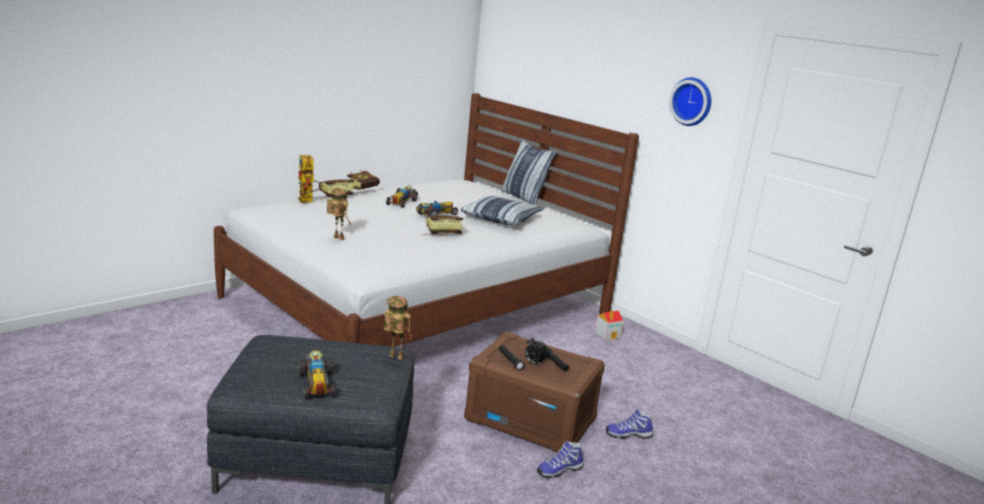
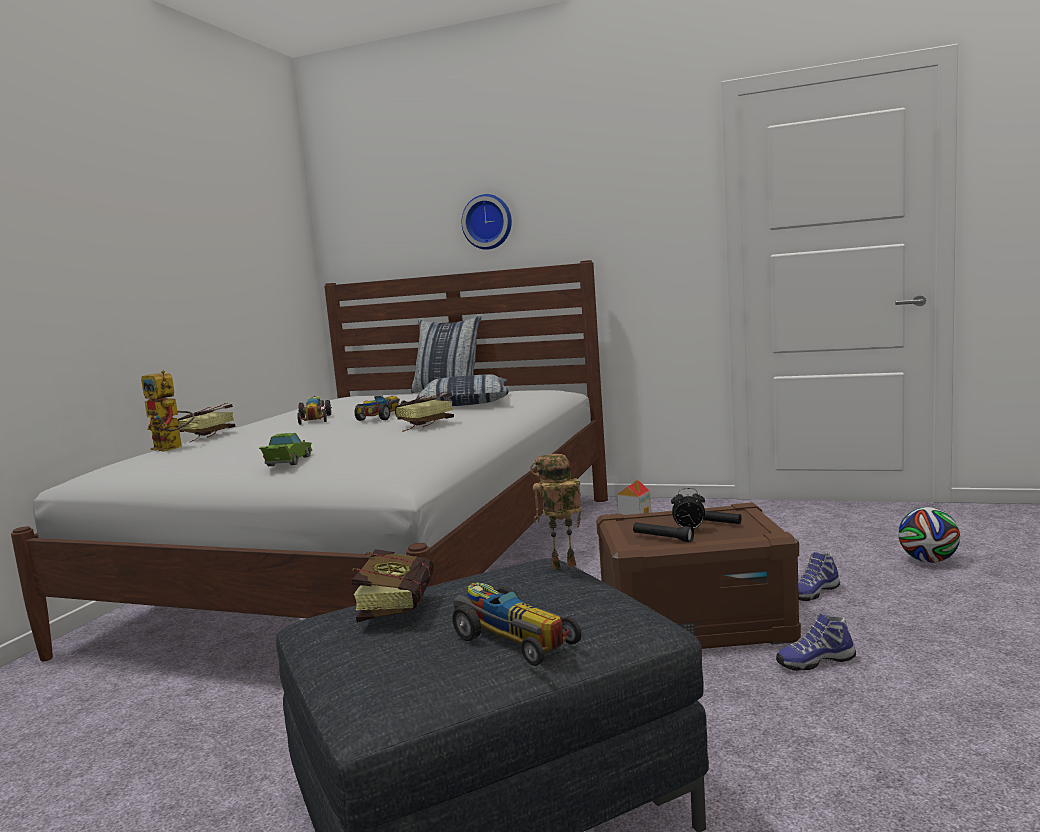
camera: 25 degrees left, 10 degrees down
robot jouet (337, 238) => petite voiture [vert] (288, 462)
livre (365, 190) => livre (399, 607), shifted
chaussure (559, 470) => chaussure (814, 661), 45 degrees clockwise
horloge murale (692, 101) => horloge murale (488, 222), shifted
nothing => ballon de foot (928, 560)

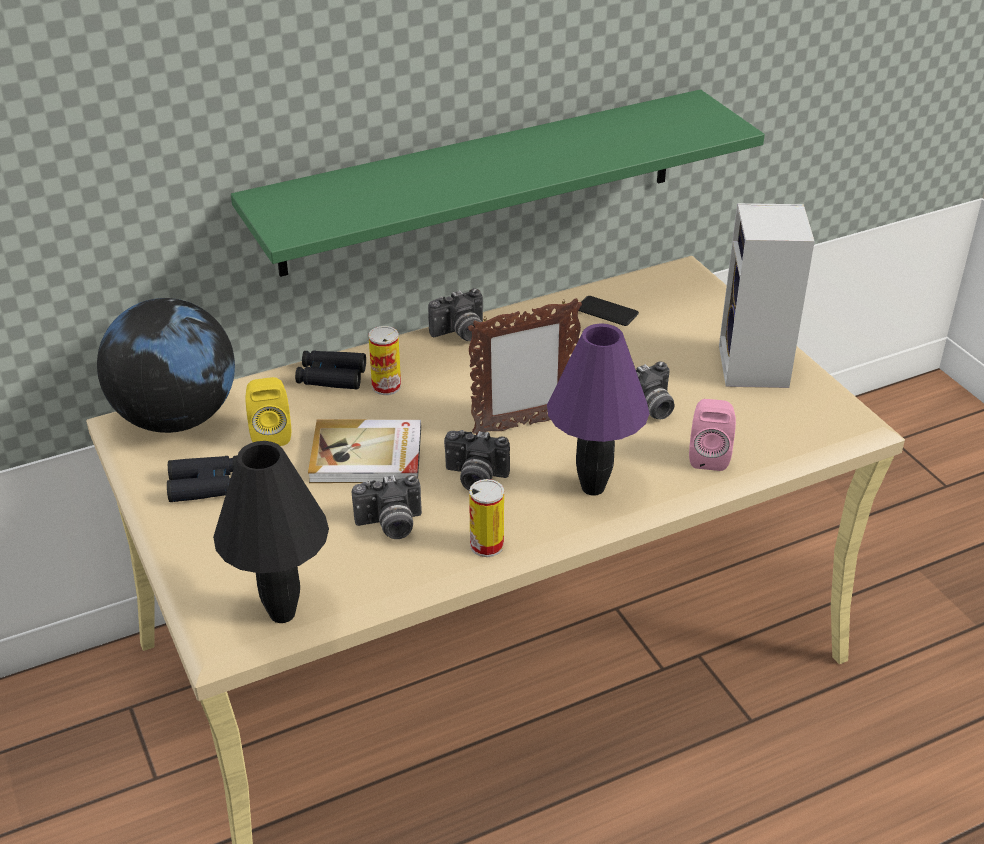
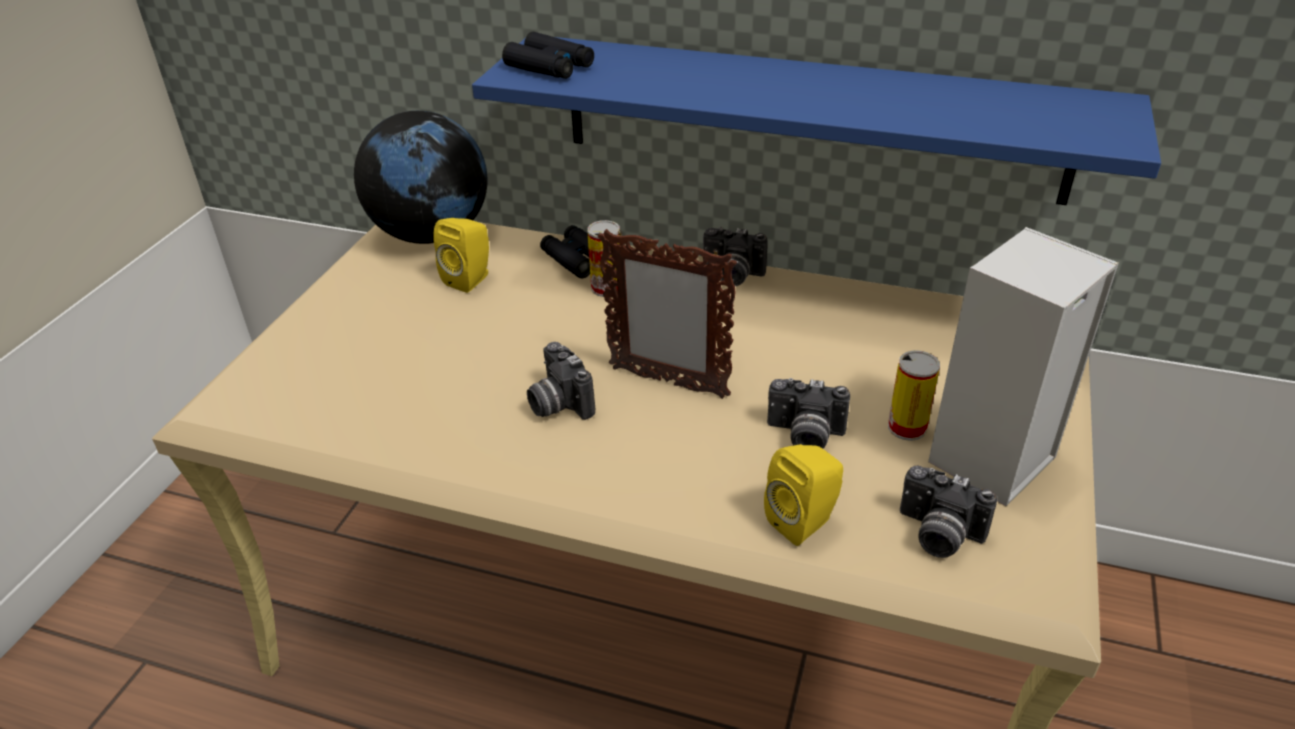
camera: 45 degrees right, 0 degrees up
jumelles [noir] (205, 486) => jumelles [noir] (550, 67), shifted
lampe de table [noir] (283, 614) => nothing
étagère [vert] (481, 182) => étagère [bleu] (809, 118)
livre (367, 456) => nothing
appareil photo (390, 526) => appareil photo (937, 535), shifted
boîte métallique (486, 545) => boîte métallique (907, 427), shifted
lampe de table [violet] (593, 487) => nothing
téléphone (607, 312) => nothing
enceinte [rose] (708, 456) => enceinte [jaune] (804, 521)

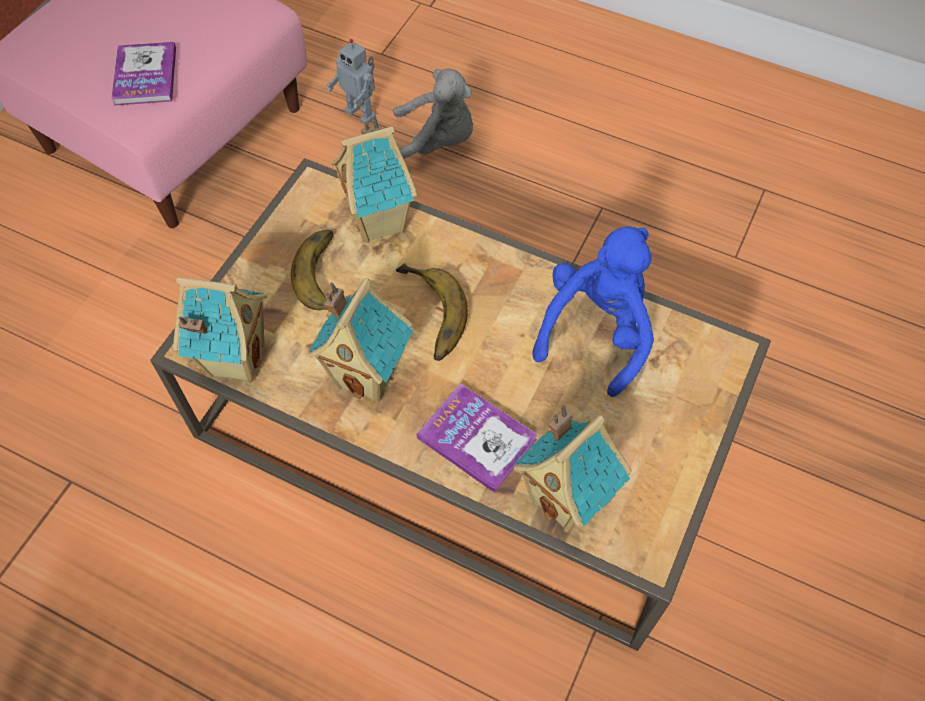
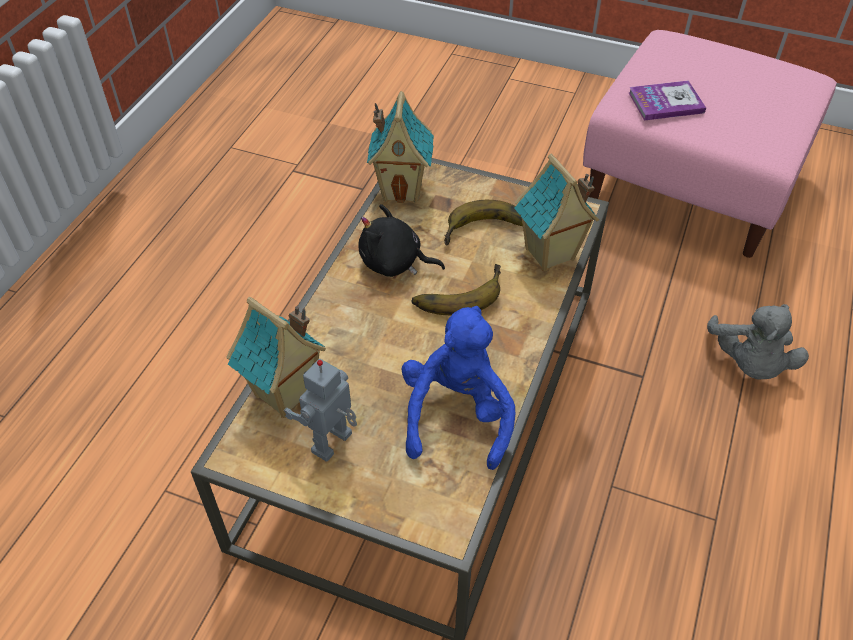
camera: 85 degrees right, 10 degrees down
maison miniature (369, 376) => peluche [noir] (394, 263)
robot jouet (361, 113) => robot jouet (333, 444), shifted
livre (477, 438) => nothing
peluche [bleu] (596, 332) => peluche [bleu] (457, 415), 105 degrees counterclockwise

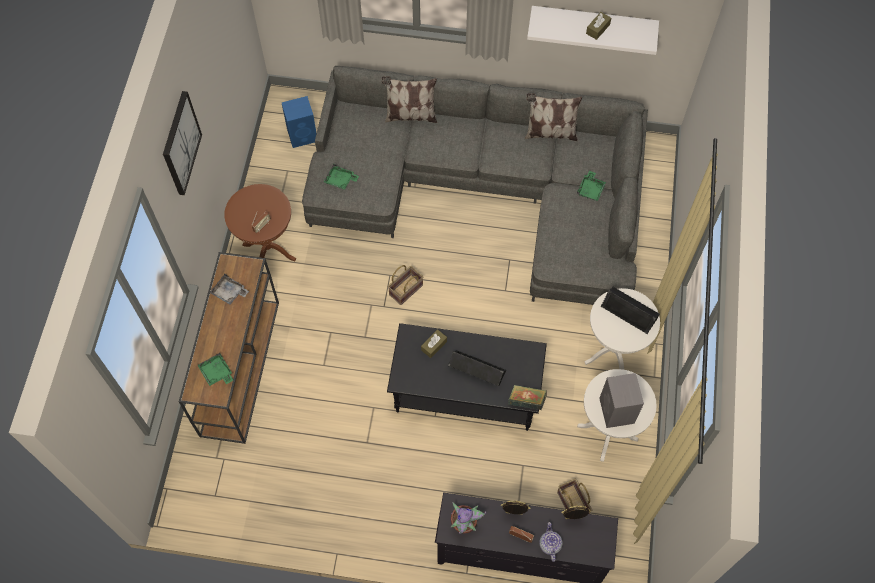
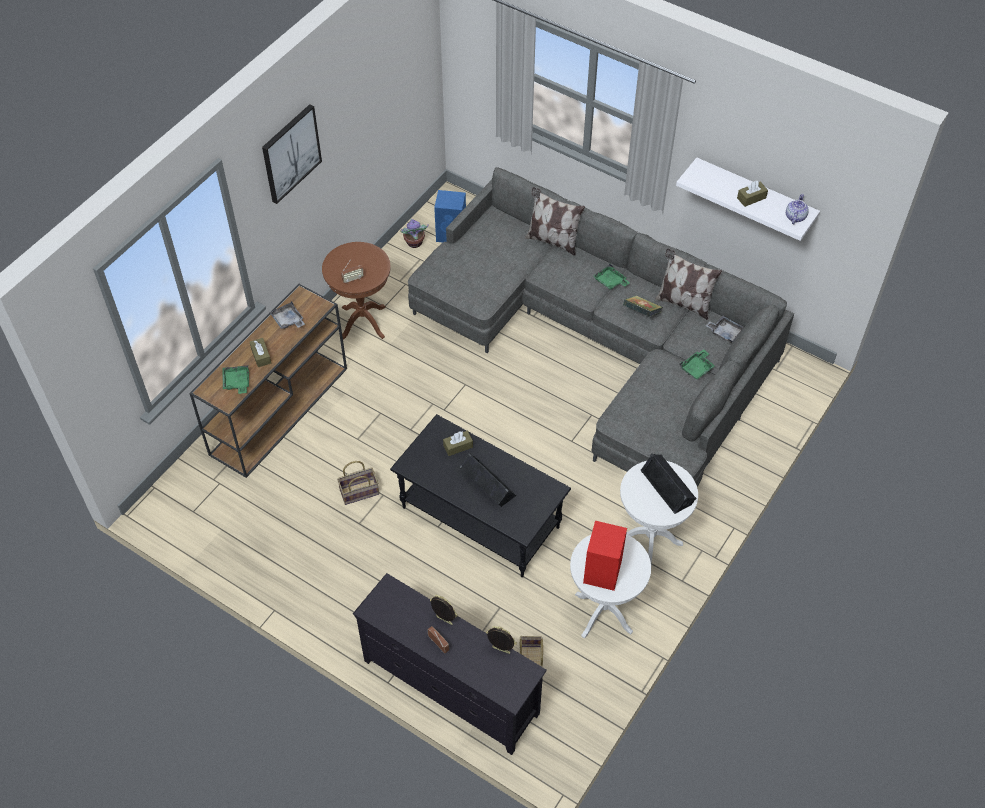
camera: 25 degrees right, 10 degrees down
plateau [vert] (340, 180) => plateau [vert] (610, 281), shifted
panier (406, 289) => panier (360, 491), shifted
plante en pot (464, 524) => plante en pot (414, 243), shifted
livre (526, 401) => livre (641, 313), shifted
théière (549, 544) => théière (795, 217), shifted
enceinte [gris] (617, 411) => enceinte [rouge] (602, 572)
nothing => boîte à mouchoirs [marron] (261, 356)
nothing => plateau [gris] (725, 332)

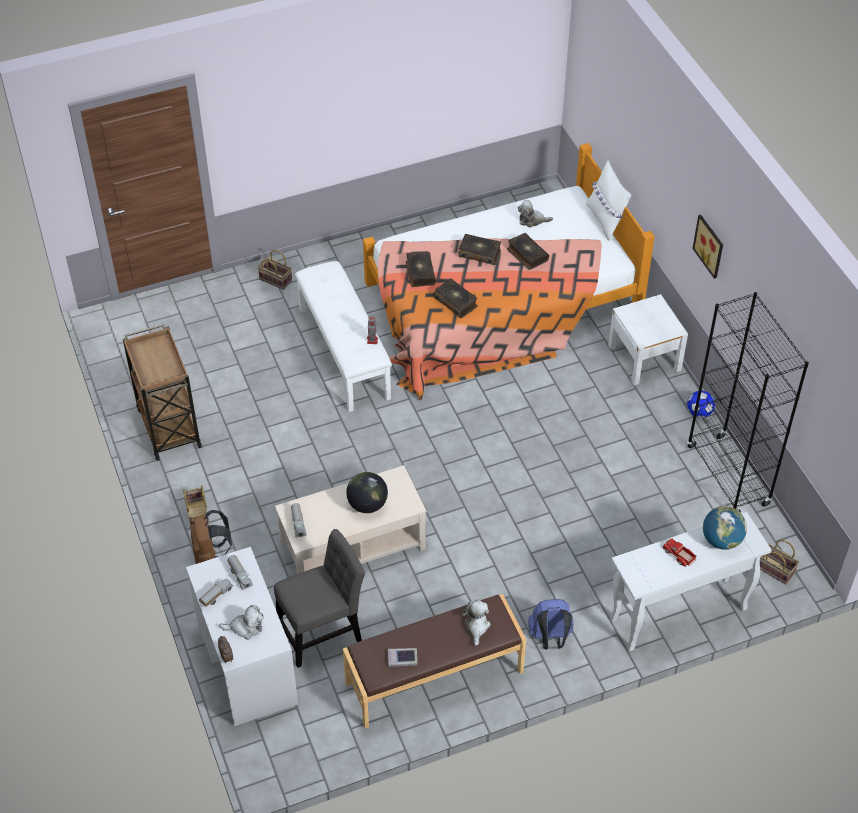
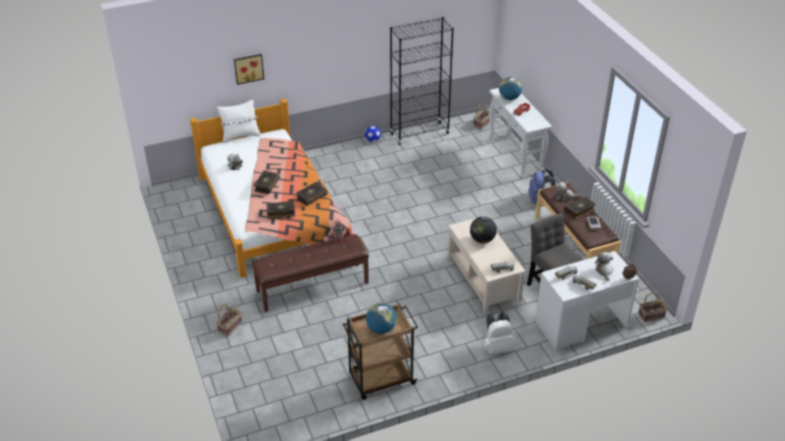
camera: 90 degrees left, 10 degrees down
panier (198, 515) => panier (651, 315), shifted
sac à dos [marron] (210, 554) => sac à dos [blanc] (497, 347)
banc [blanc] (345, 353) => banc [marron] (312, 286)
livre (527, 255) => livre (579, 211), shifted
table de chevet [blanc] (644, 358) => nothing
tableau (710, 245) => tableau (248, 68), shifted
nothing => globe (381, 329)

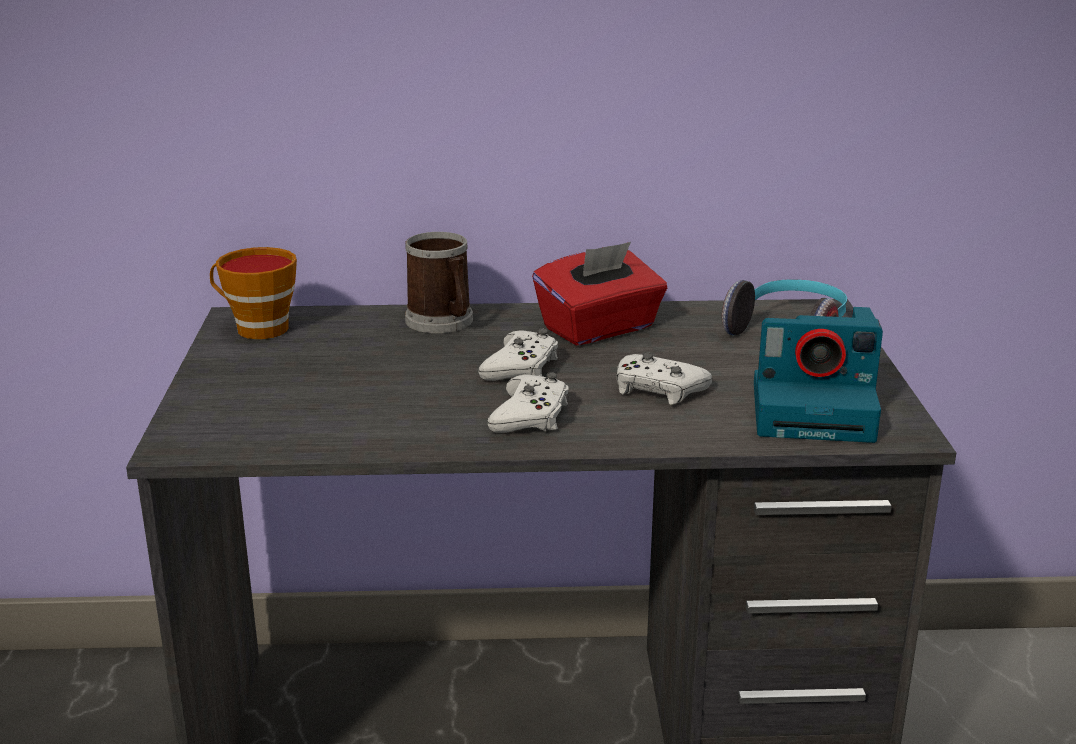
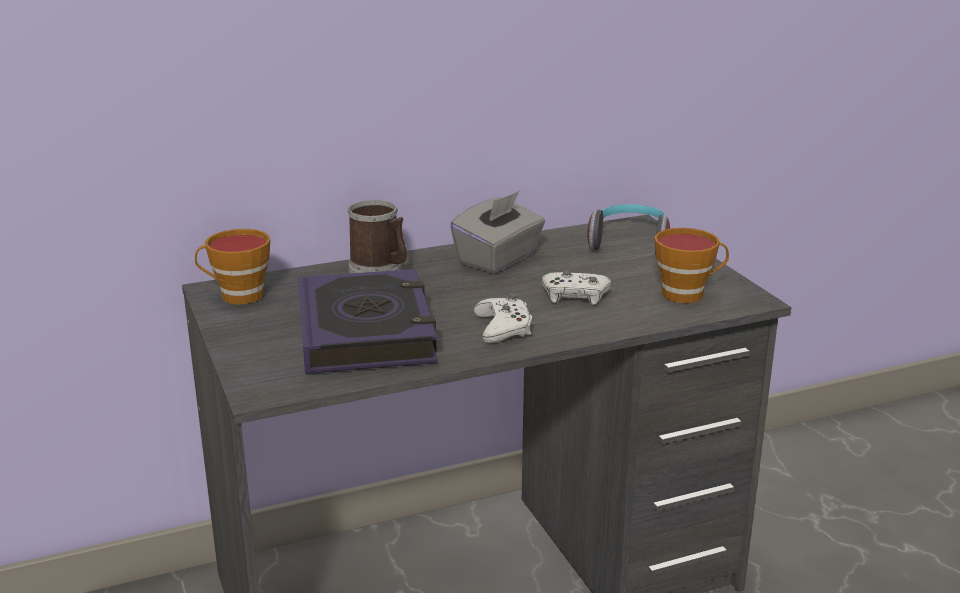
camera: 20 degrees left, 0 degrees up
manette [blanc] (521, 368) => nothing
boîte à mouchoirs [rouge] (599, 329) => boîte à mouchoirs [gris] (498, 259)
appareil photo (815, 410) => tasse (687, 294)
nothing => livre (366, 332)

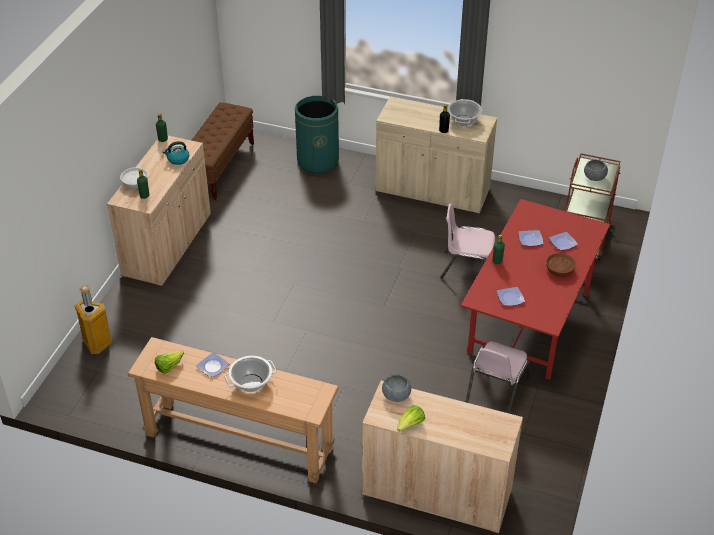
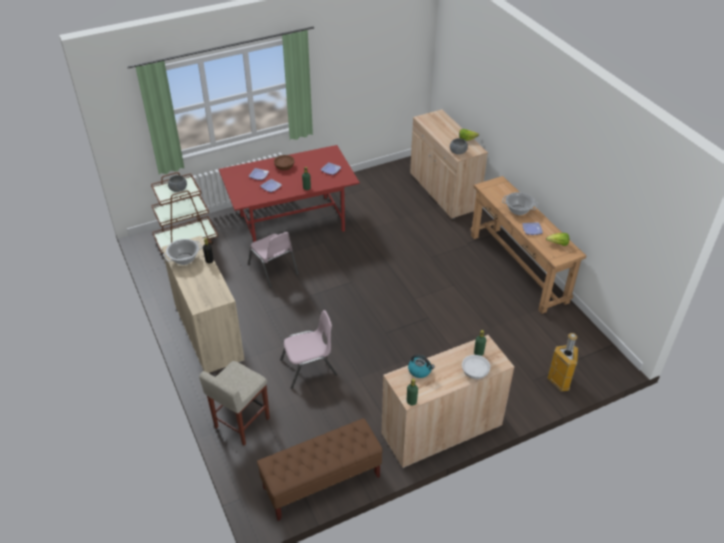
camera: 135 degrees left, 0 degrees up
poubelle [vert] (318, 161) => tabouret [beige] (241, 423)
chaise [rose] (496, 389) => chaise [rose] (309, 368), shifted

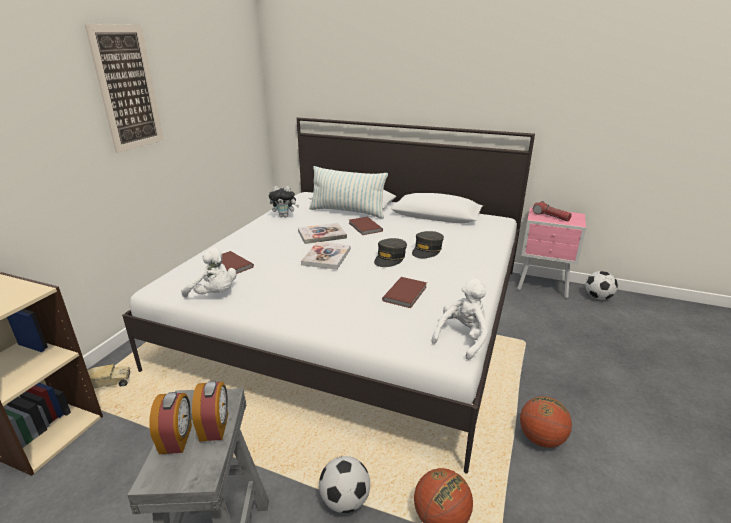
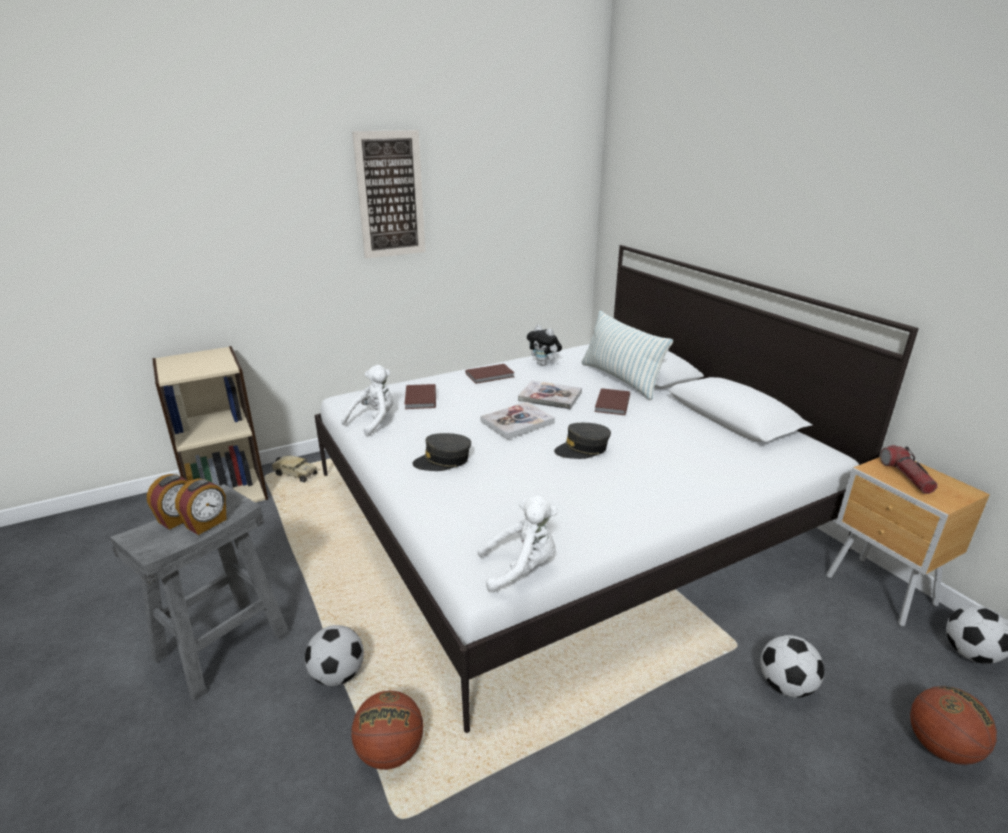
camera: 40 degrees right, 0 degrees up
peluche [blanc] (214, 294) => peluche [blanc] (374, 421), 120 degrees counterclockwise
livre [marron] (406, 293) => livre [marron] (490, 375), shifted
casquette [gris] (427, 250) => casquette [gris] (443, 461), shifted
table de chevet [rose] (544, 287) => table de chevet [marron] (881, 592)
ballon de basket (541, 439) => ballon de basket (941, 747), shifted
nothing => ballon de foot (785, 686)

